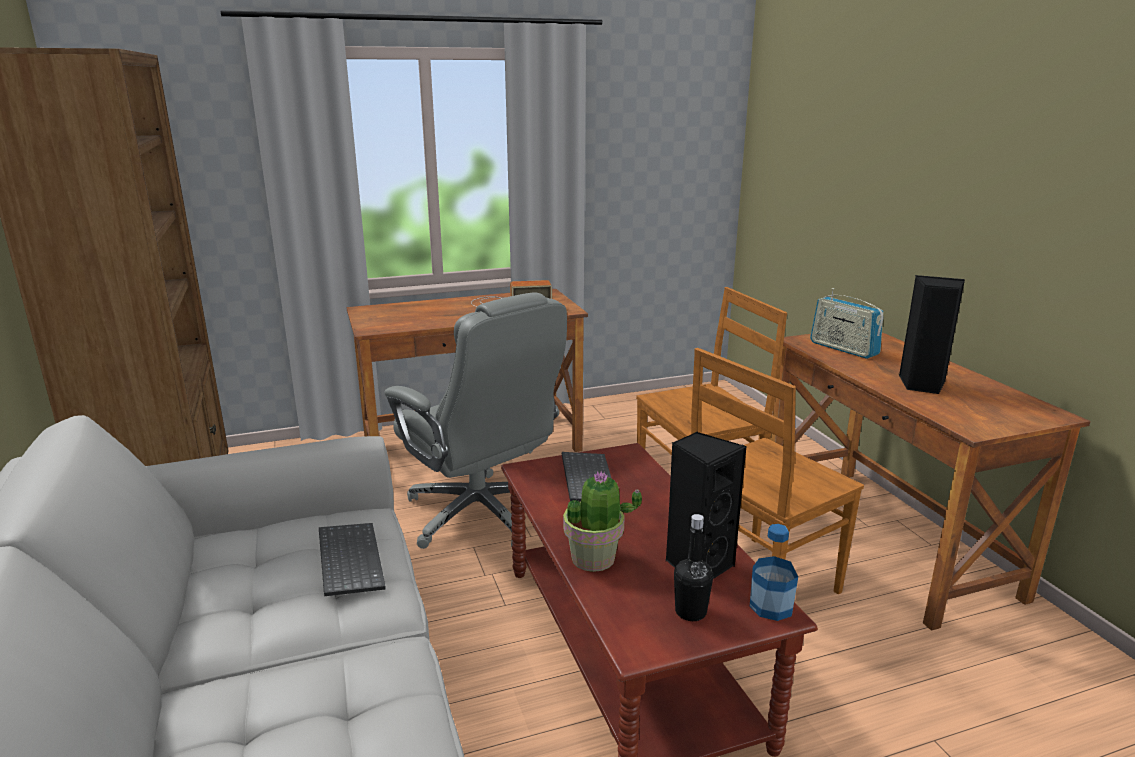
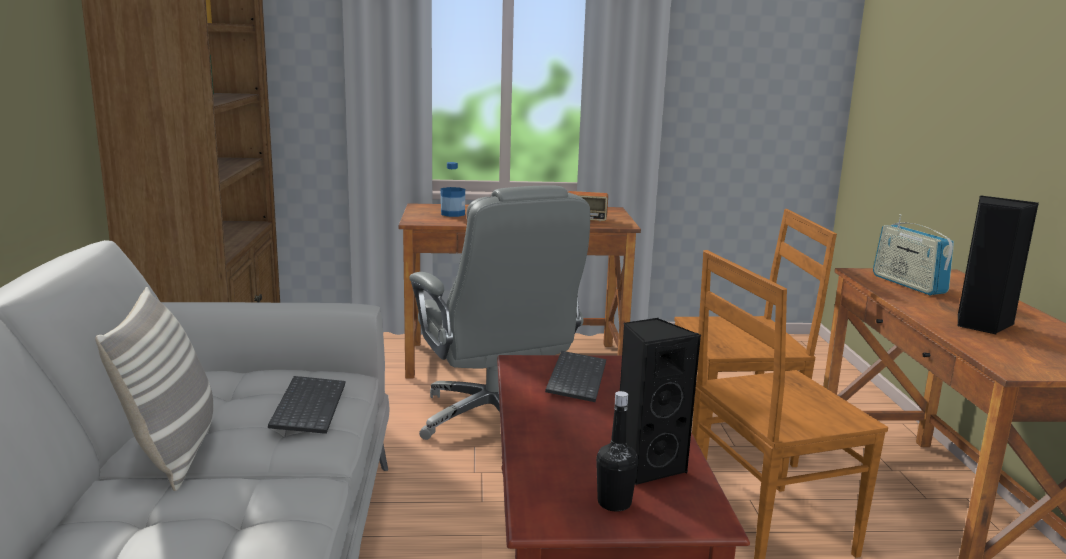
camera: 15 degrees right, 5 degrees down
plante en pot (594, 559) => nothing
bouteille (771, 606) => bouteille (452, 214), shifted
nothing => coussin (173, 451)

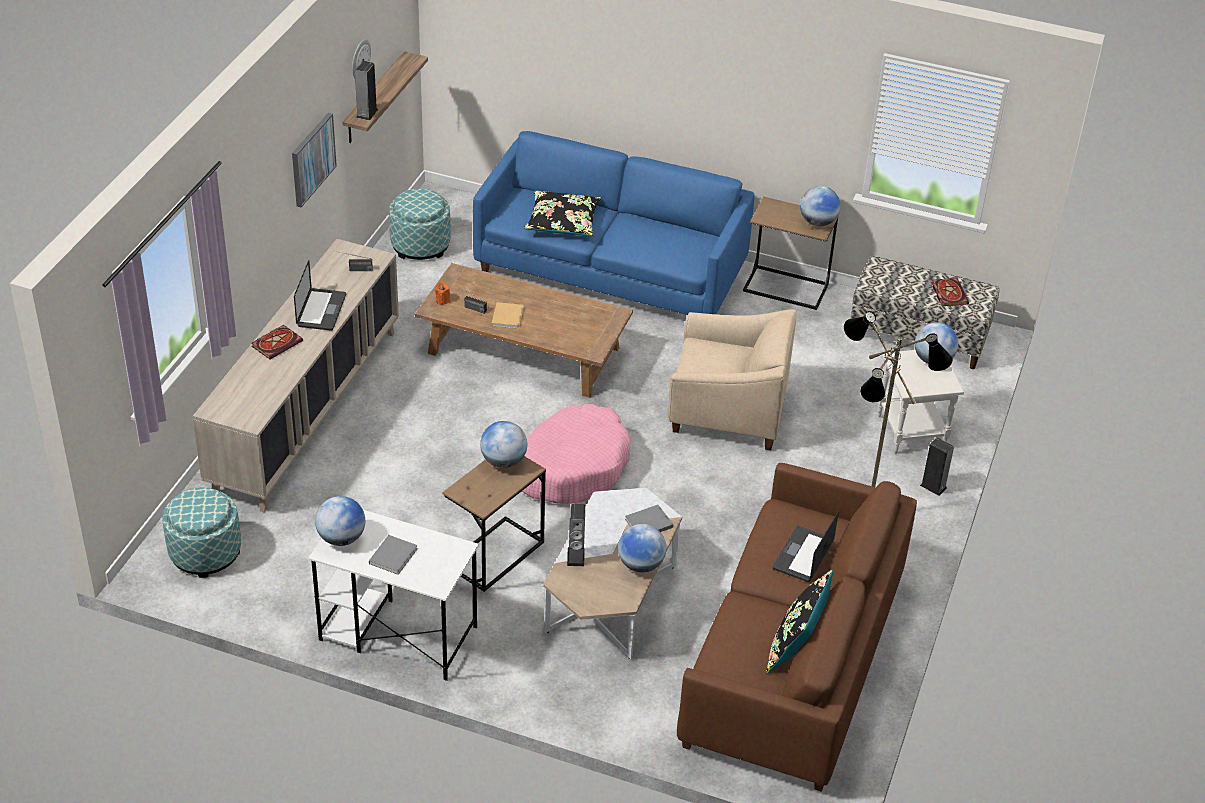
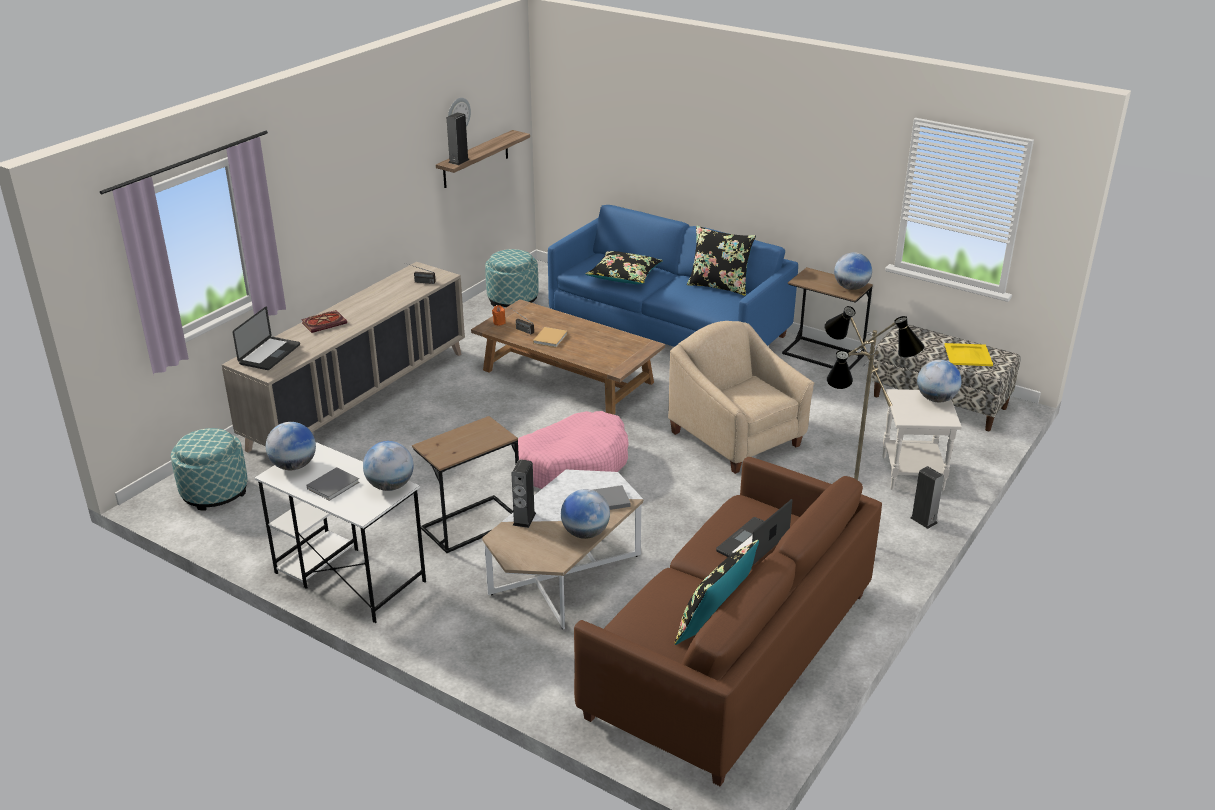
camera: 15 degrees right, 10 degrees down
tableau (312, 159) => nothing
ordinateur portable (321, 310) => ordinateur portable (269, 354), shifted
globe (503, 461) => globe (390, 486), shifted
fauteuil [beige] (728, 411) => fauteuil [beige] (737, 439), 150 degrees counterclockwise
livre (948, 293) => plateau [jaune] (967, 355)
nothing => coussin [noir] (719, 286)

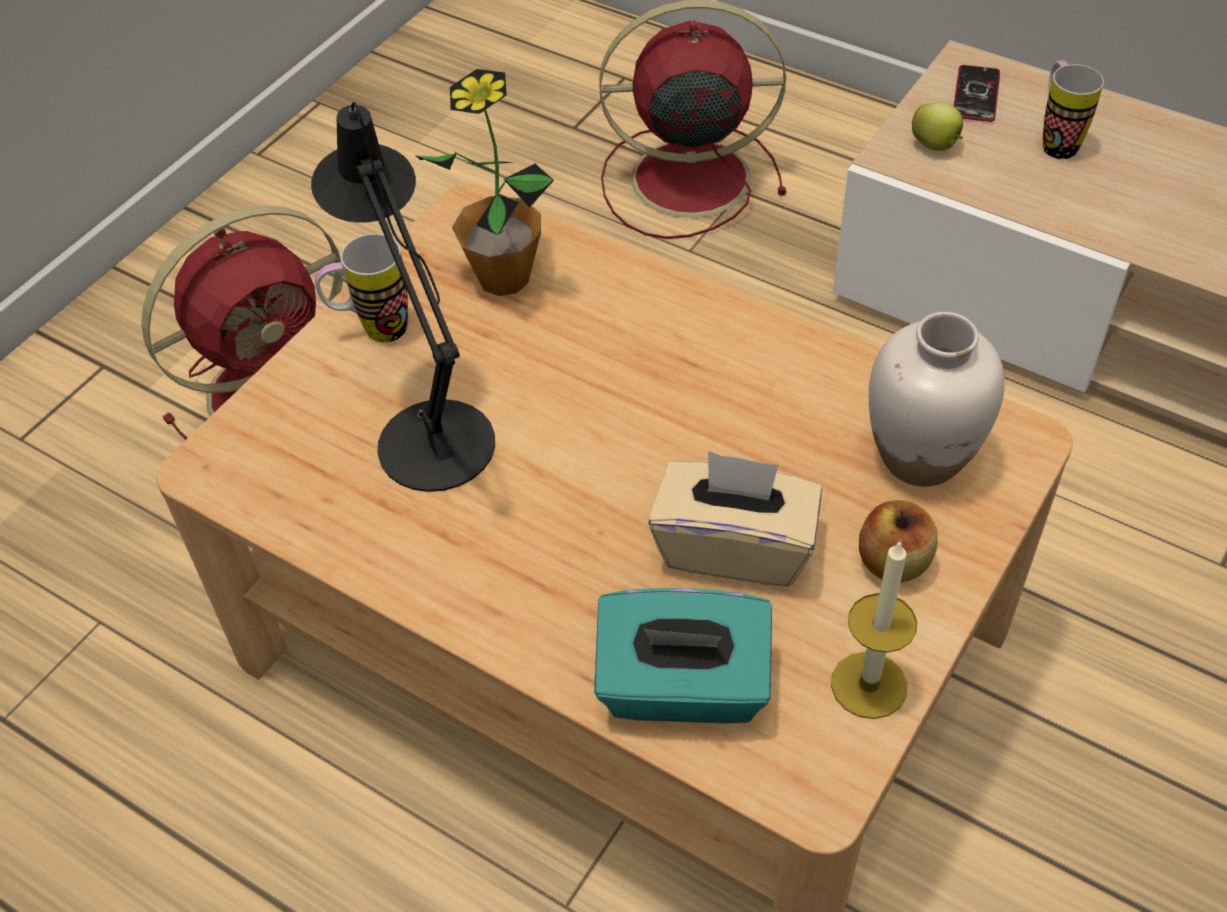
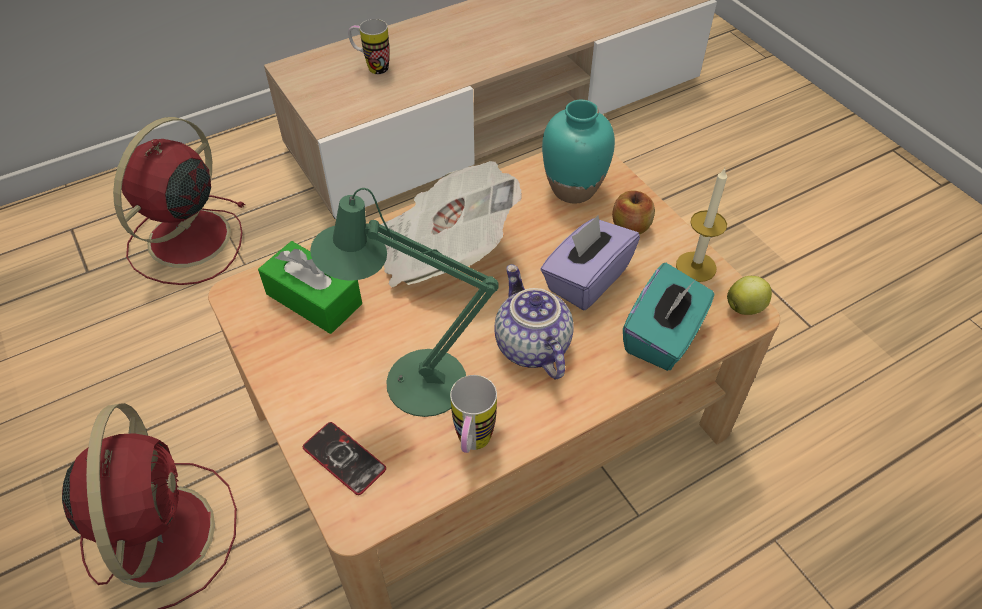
camera: 65 degrees left, 0 degrees up
lampe de table [noir] (429, 432) => lampe de table [vert] (413, 382)
mug (372, 331) => mug (472, 445), shifted
plante en pot (504, 277) => boîte à mouchoirs [vert] (314, 299)
boîte à mouchoirs [beige] (734, 547) => boîte à mouchoirs [violet] (586, 279)
vase [blanc] (920, 456) => vase [turquoise] (573, 189)
pomme (936, 145) => pomme (745, 307), shifted
téléphone (976, 95) => téléphone (344, 458), shifted
nothing => journal (442, 251)
nothing => théière (530, 346)

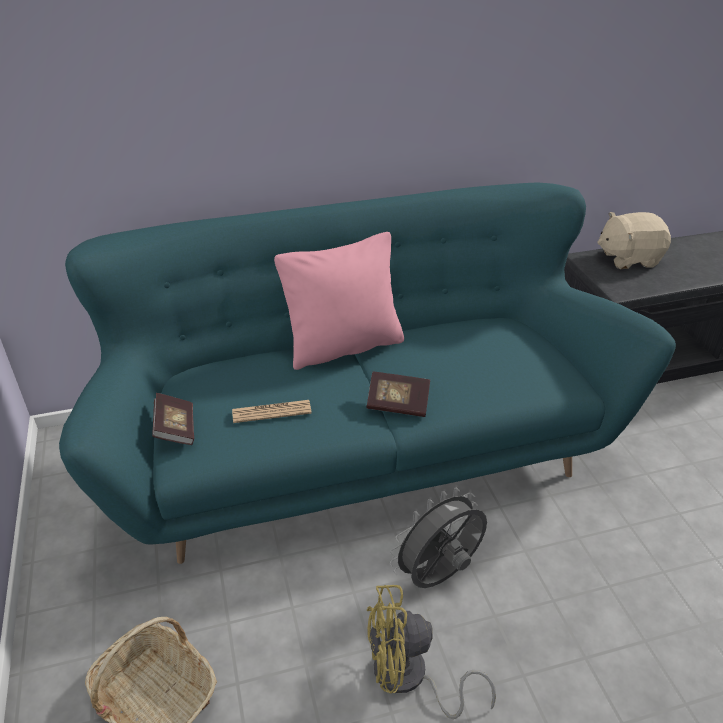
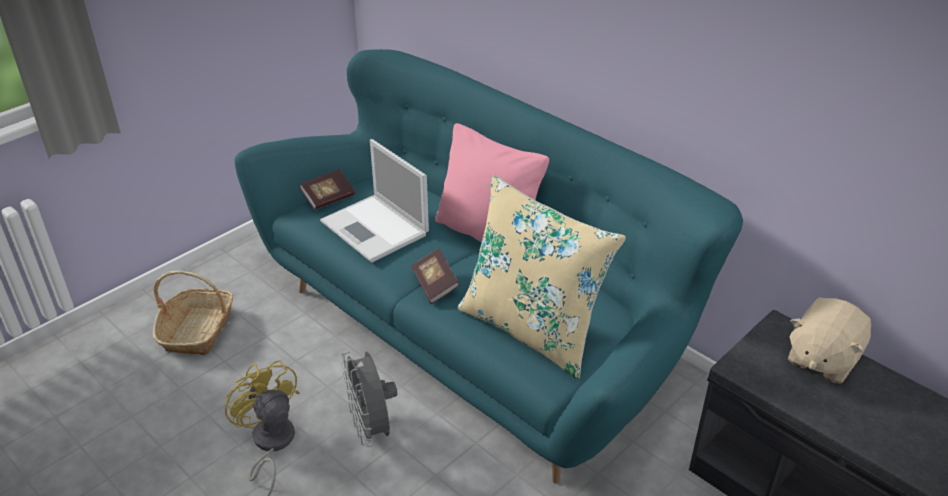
camera: 60 degrees right, 0 degrees up
journal (271, 412) => ordinateur portable (376, 229)
ventilateur [gris] (439, 576) => ventilateur [gris] (371, 429), 135 degrees counterclockwise
peluche [beige] (628, 258) => peluche [beige] (821, 359), 105 degrees counterclockwise
nothing => coussin [beige] (532, 329)

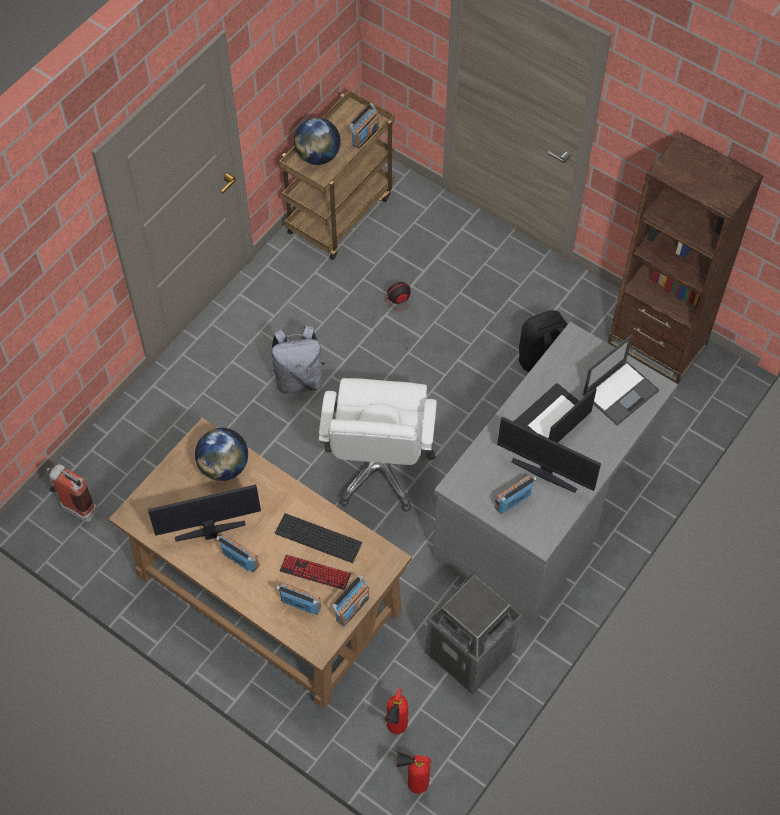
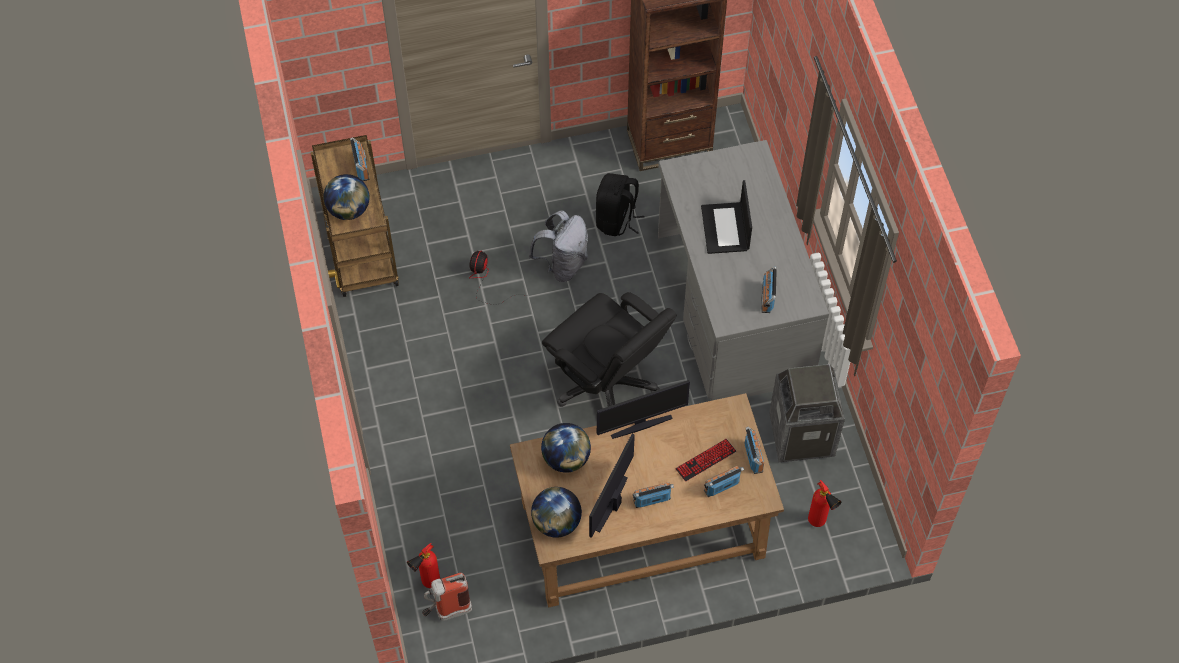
camera: 50 degrees left, 0 degrees up
sac à dos [gris] (299, 379) => sac à dos [gris] (563, 264), shifted
clavier (318, 538) => nothing
chaise de bureau [blanc] (379, 468) => chaise de bureau [noir] (607, 385)
extincteur (413, 784) => extincteur (427, 583), shifted
écran d'ordinateur (545, 473) => écran d'ordinateur (641, 425), shifted
ordinateur portable (621, 392) => nothing
nothing => globe (556, 522)

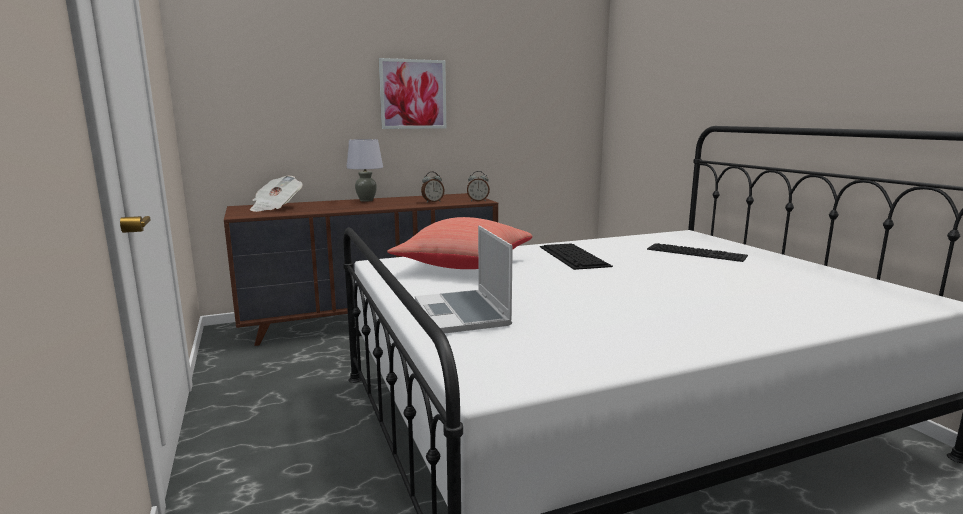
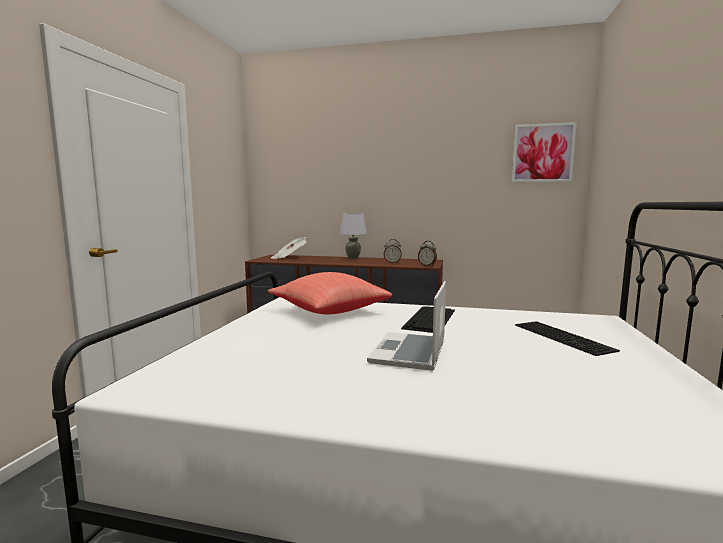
camera: 35 degrees right, 5 degrees down
tableau (413, 94) => tableau (542, 153), shifted
ordinateur portable (463, 314) => ordinateur portable (410, 353), shifted

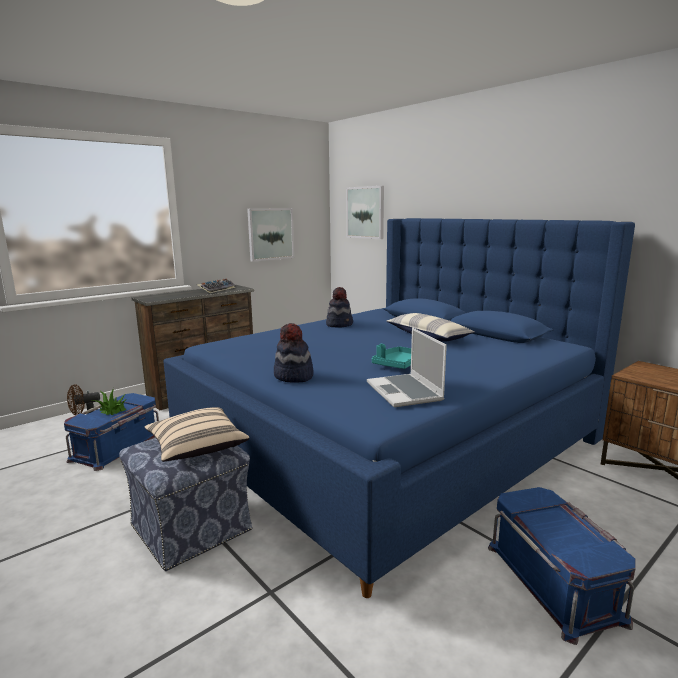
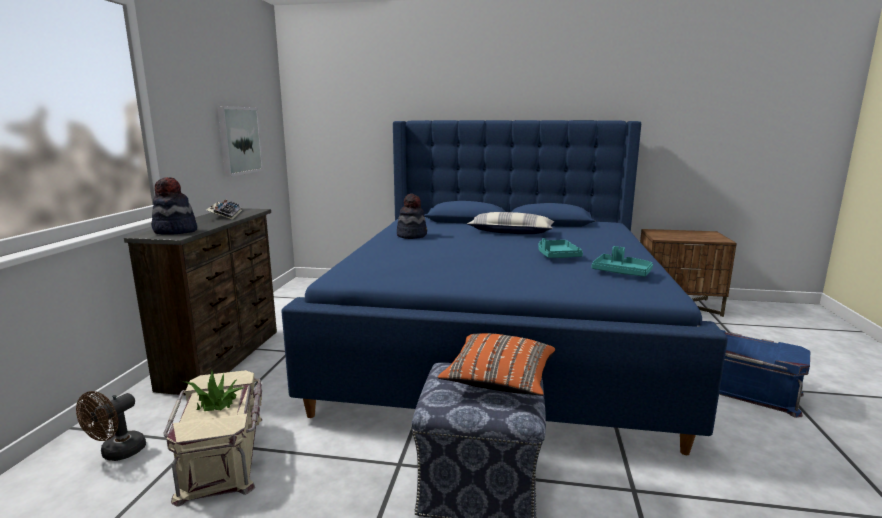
camera: 40 degrees left, 0 degrees up
boîte de rangement [bleu] (118, 447) => boîte de rangement [beige] (224, 455)
coussin [beige] (197, 448) => coussin [orange] (499, 381)
chapeau (293, 376) => chapeau (175, 231), shifted
tableau (365, 212) => nothing
ordinateur portable (405, 392) => plateau [turquoise] (621, 272)

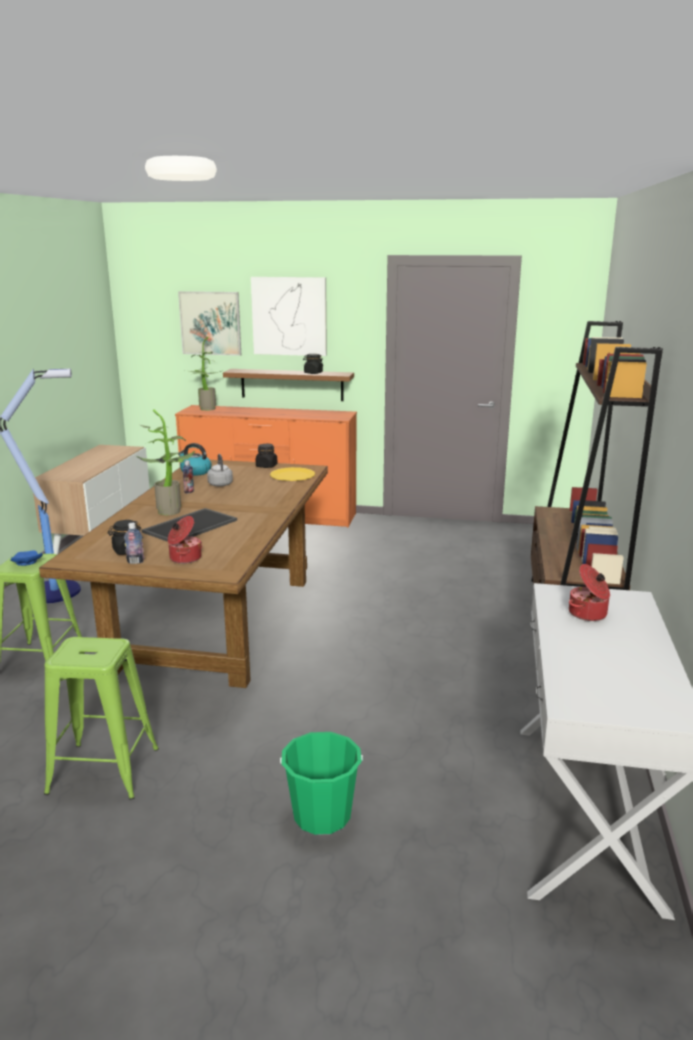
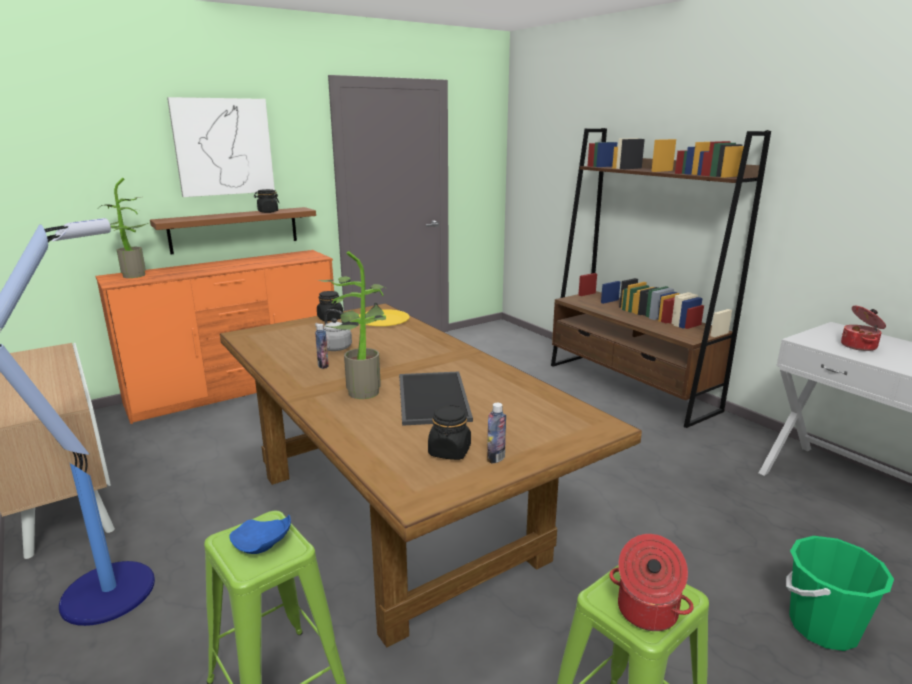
camera: 45 degrees left, 0 degrees up
marmite (184, 558) => marmite (646, 612), shifted
tableau (210, 323) => nothing
bouilloire (195, 472) => nothing

